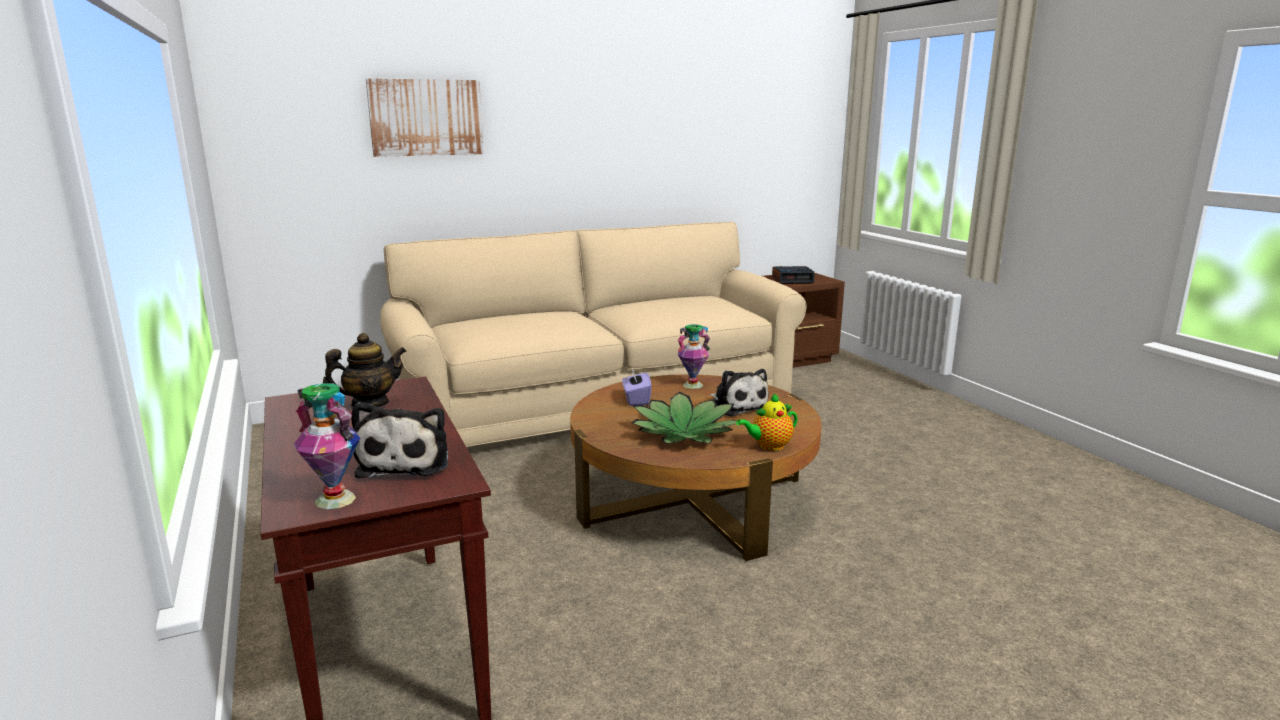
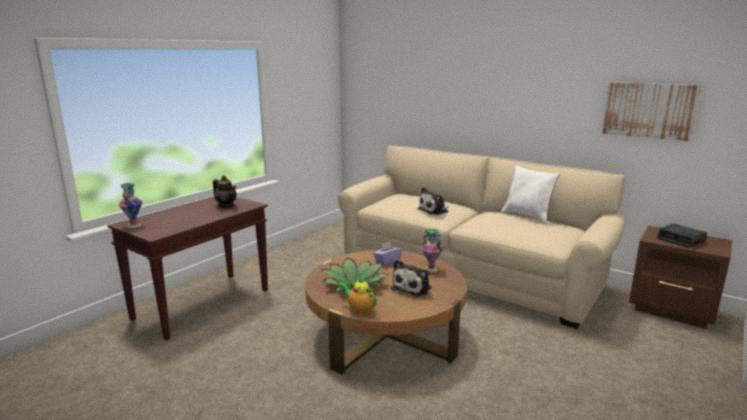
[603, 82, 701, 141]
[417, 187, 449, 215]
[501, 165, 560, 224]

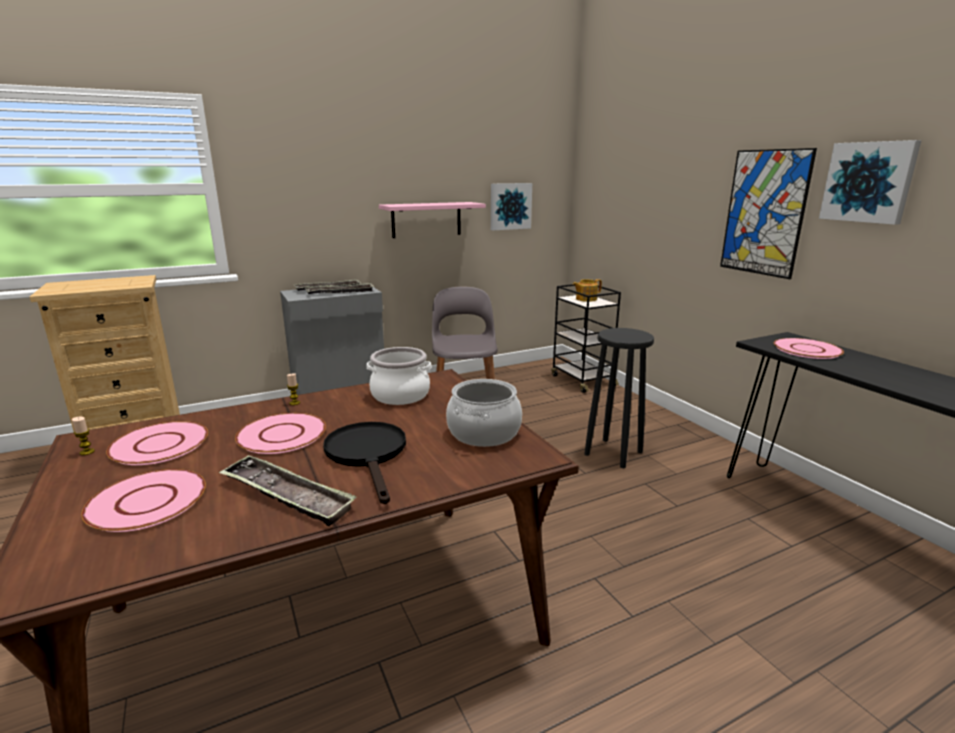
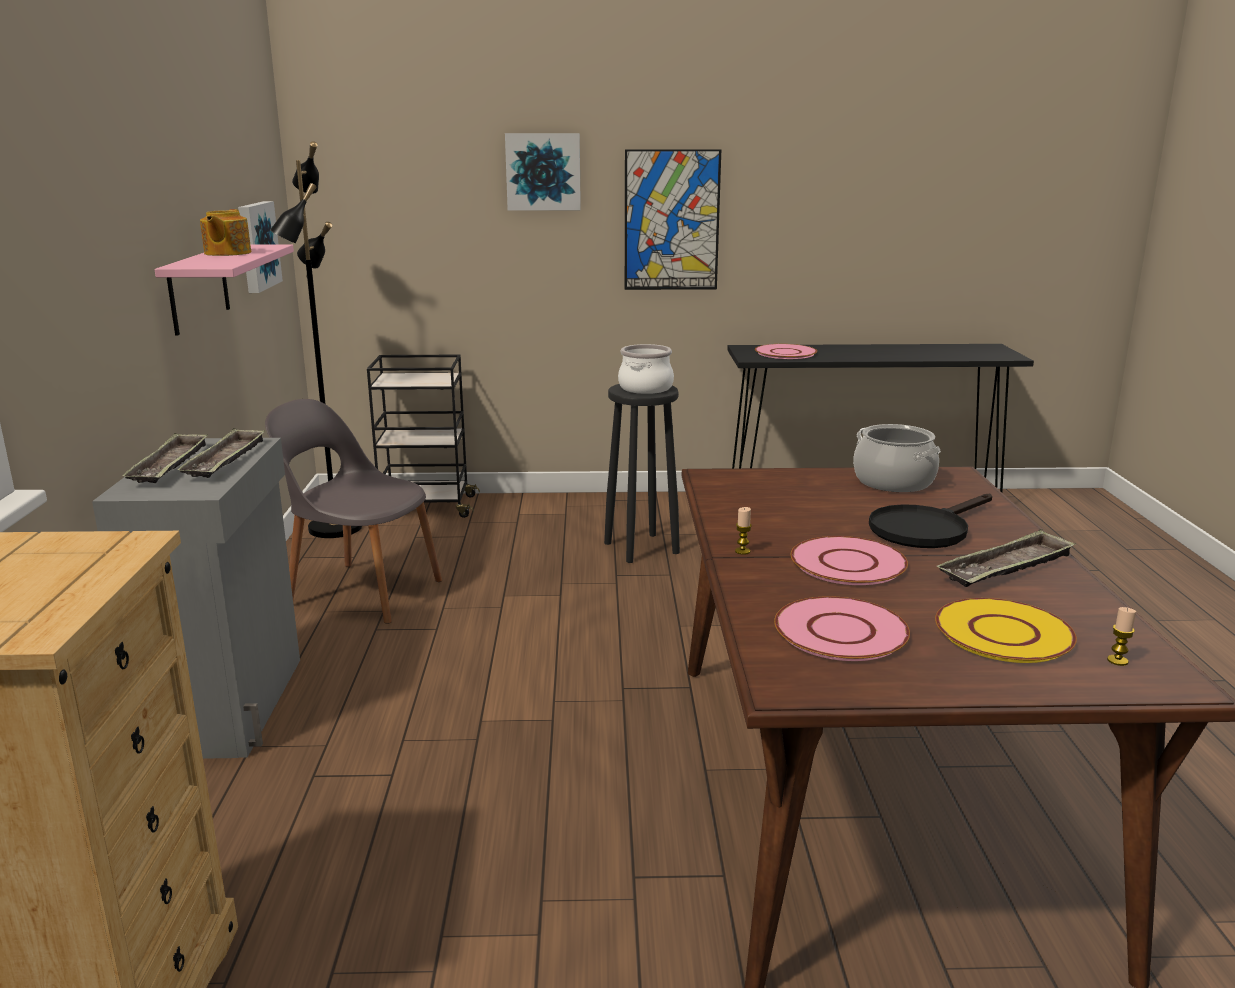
[505, 133, 581, 211]
[200, 209, 251, 256]
[618, 344, 674, 394]
[1107, 607, 1136, 666]
[869, 494, 992, 548]
[935, 598, 1077, 663]
[270, 141, 362, 538]

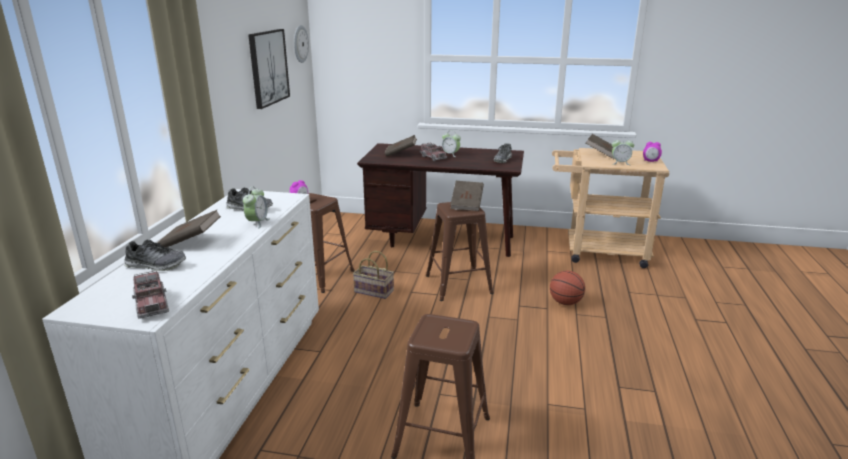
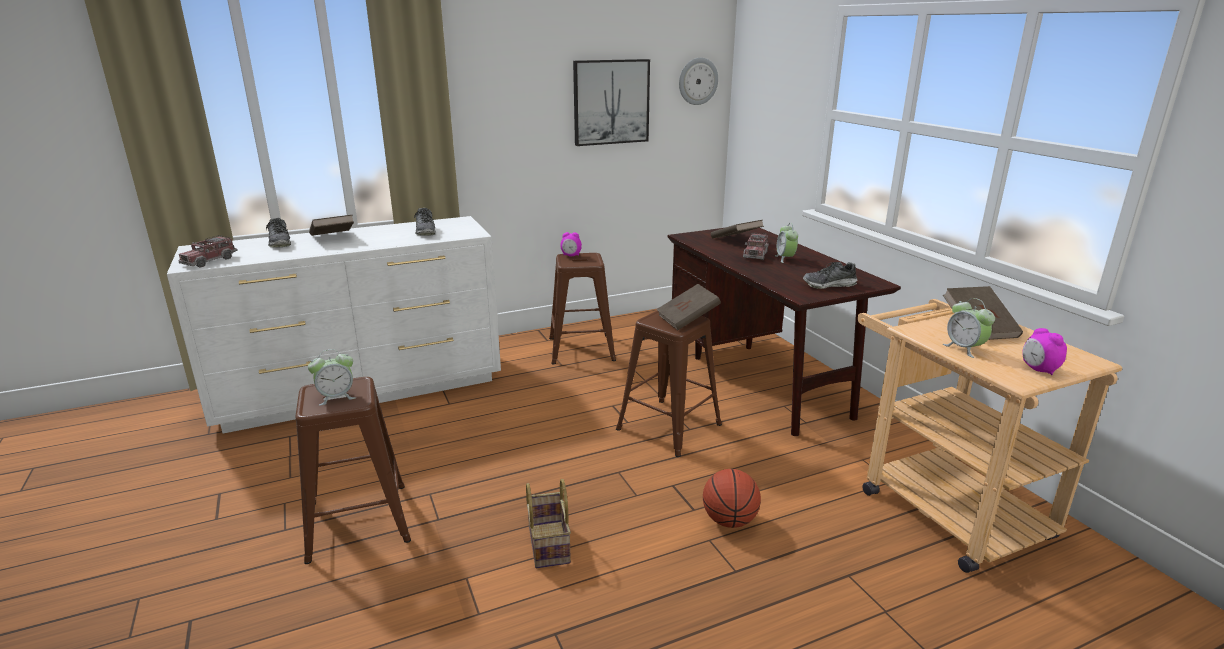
[308, 349, 356, 406]
[526, 479, 571, 568]

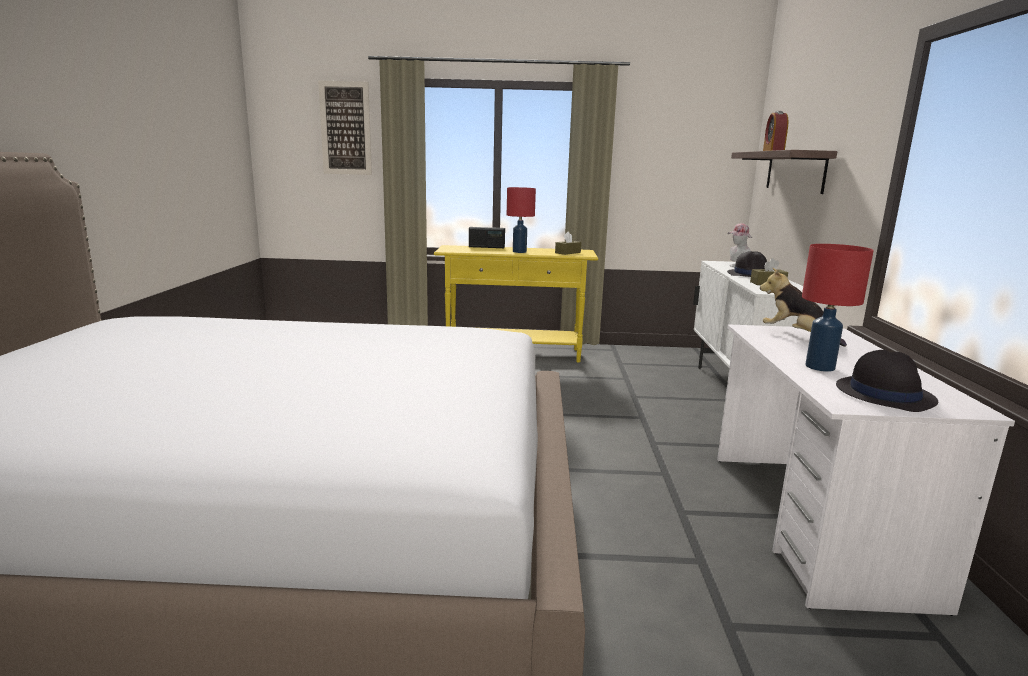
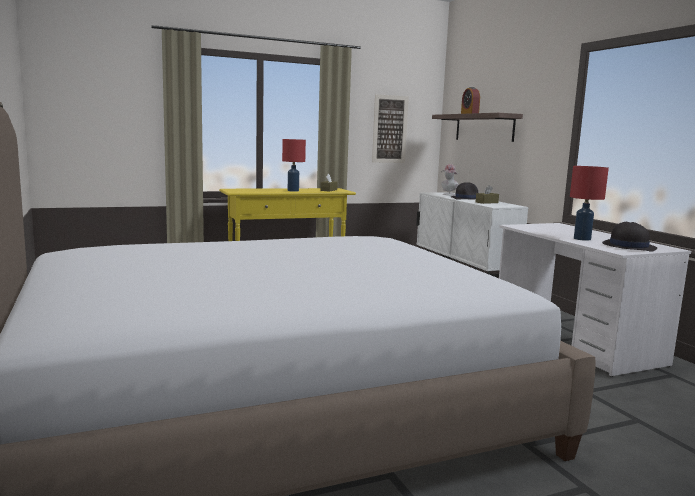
[372, 94, 409, 163]
[469, 227, 505, 248] (first image)
[760, 268, 847, 347] (first image)

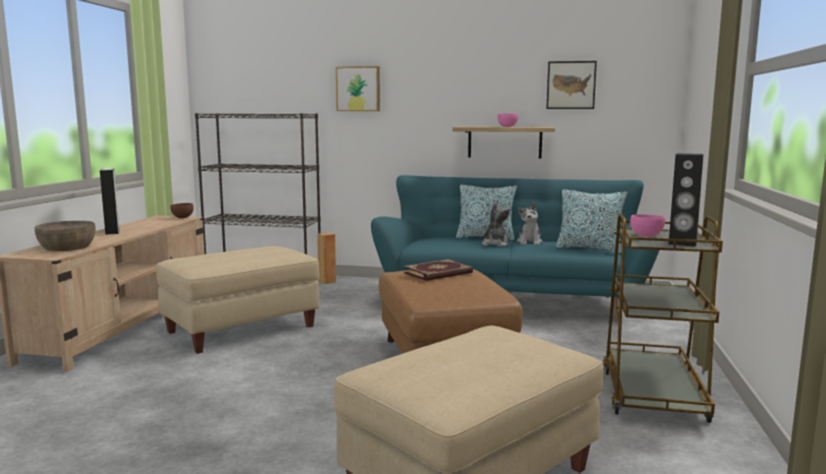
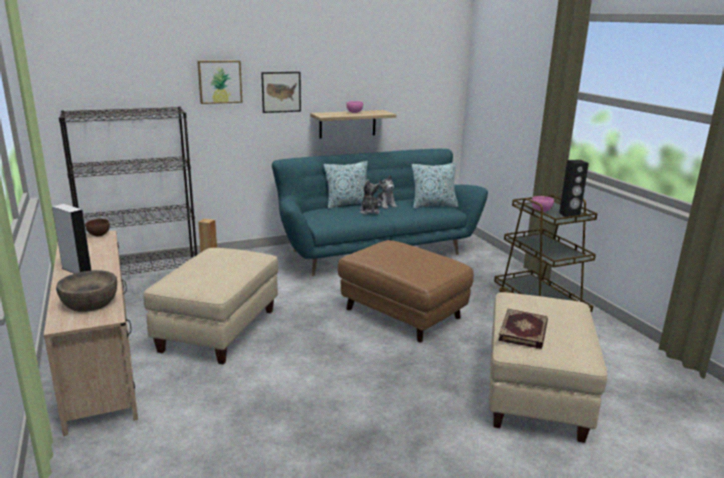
[261, 72, 301, 113]
[498, 309, 548, 349]

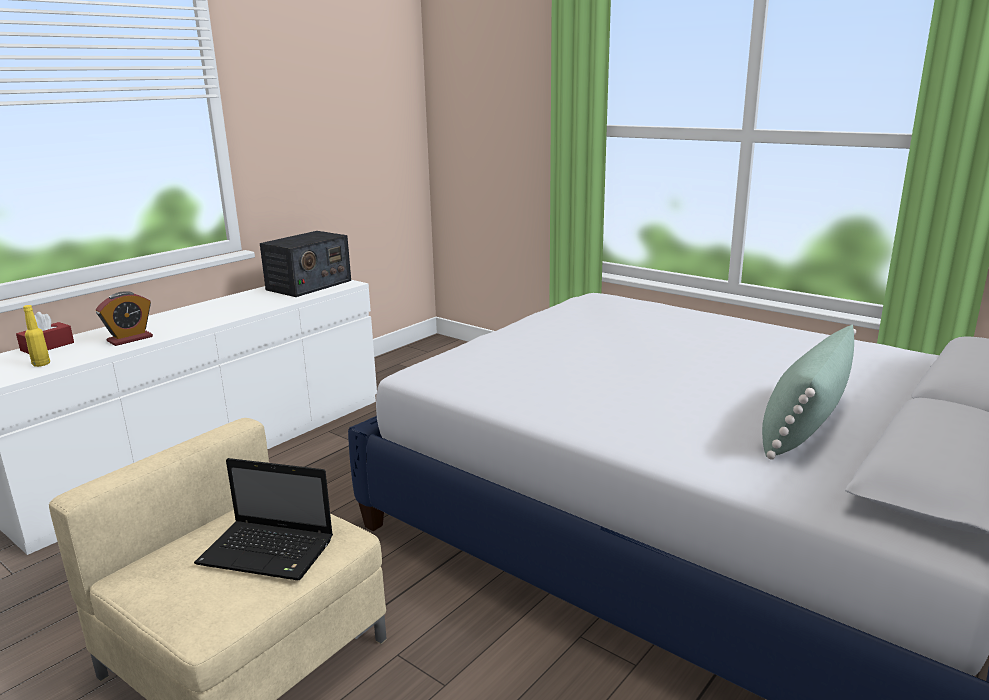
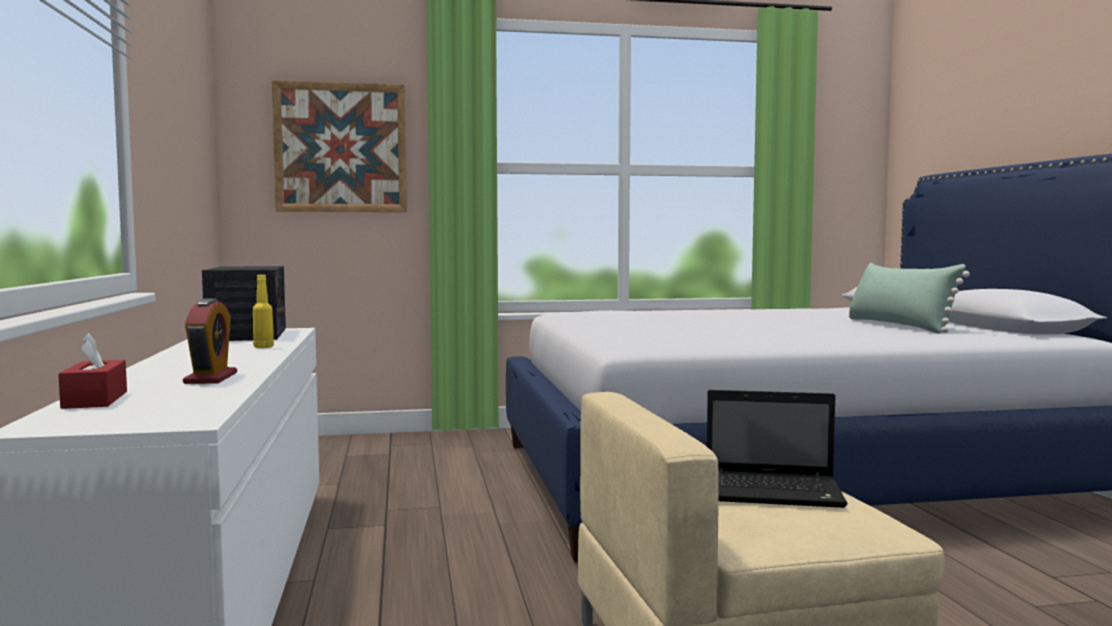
[253, 275, 274, 348]
[707, 390, 848, 508]
[272, 80, 407, 212]

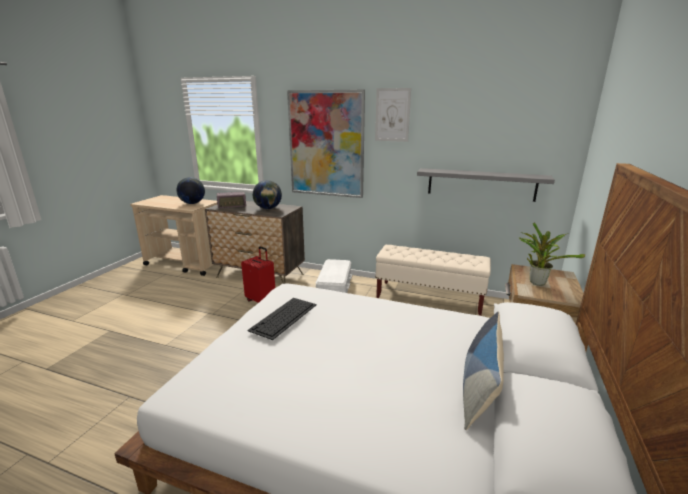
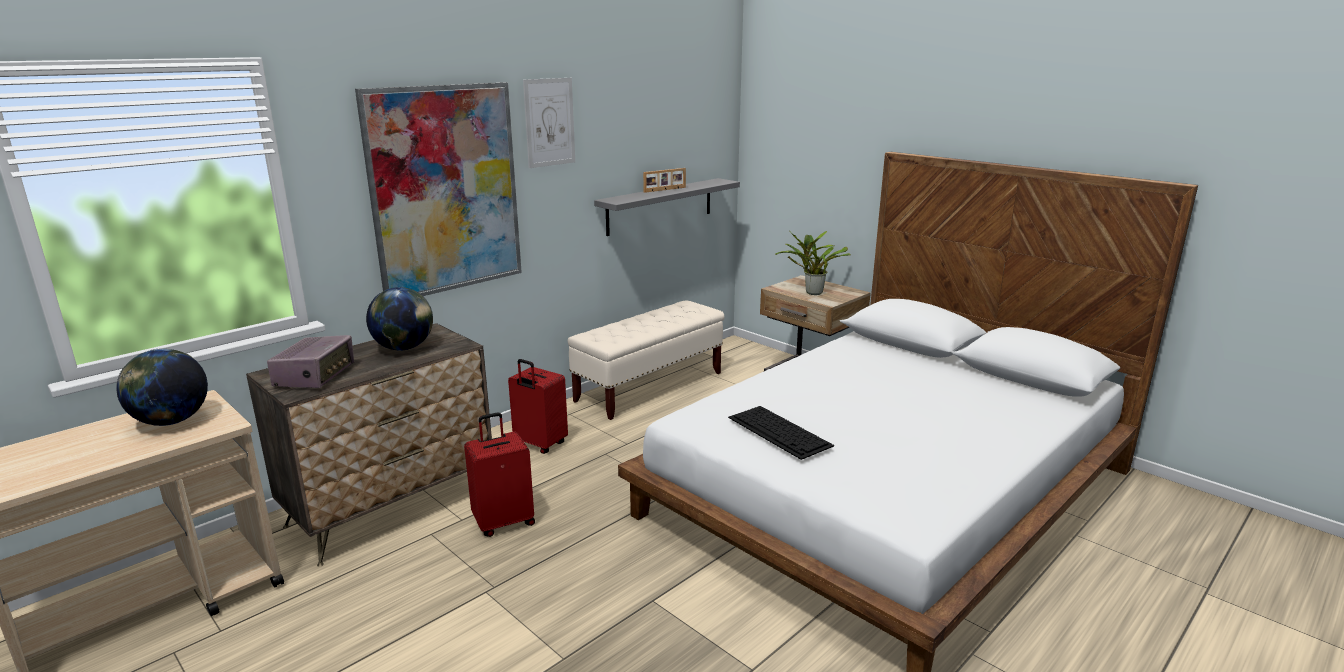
[508, 359, 568, 454]
[463, 311, 504, 430] (first image)
[643, 168, 686, 193]

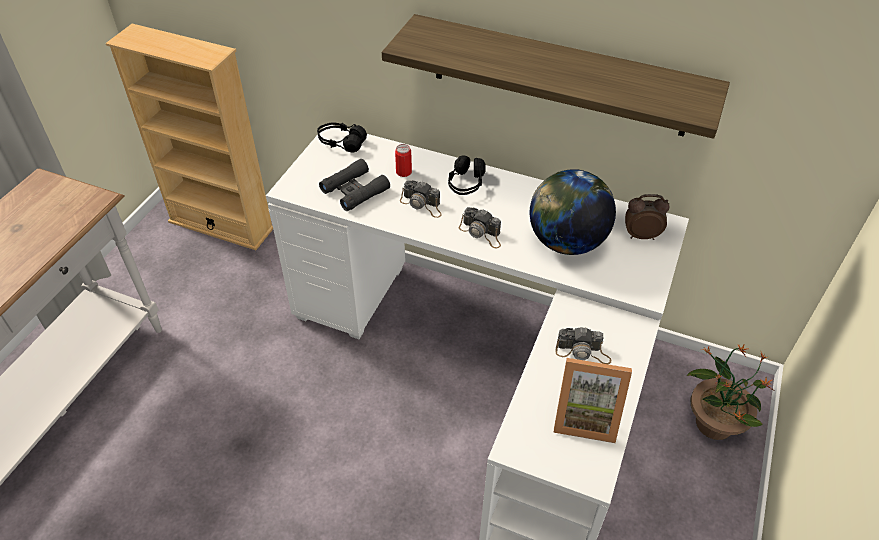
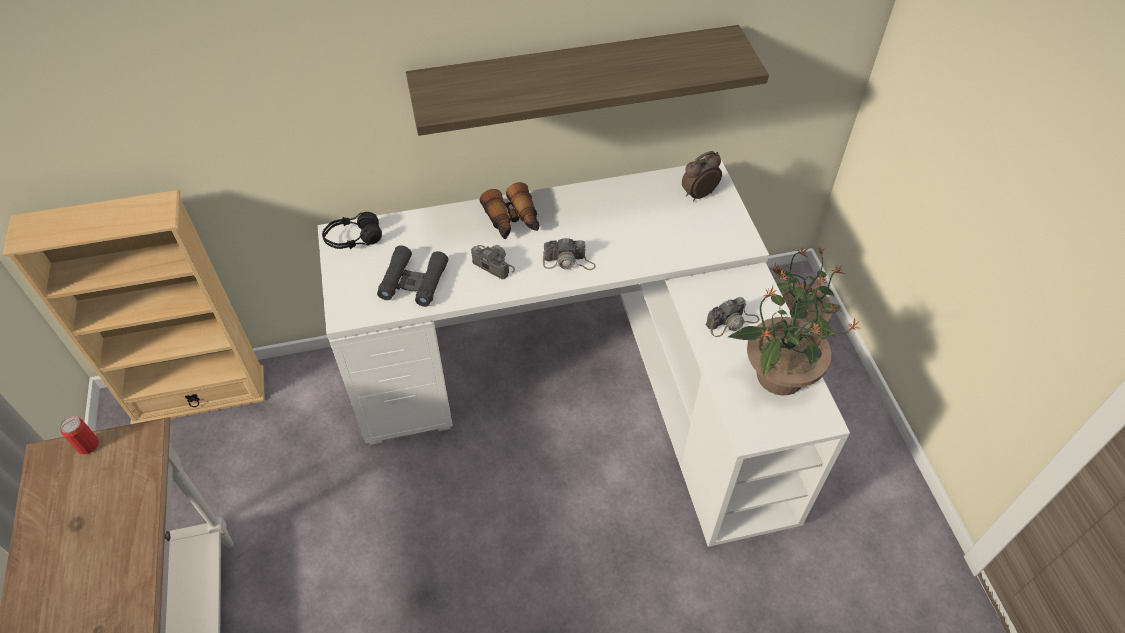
[60, 416, 99, 454]
[480, 182, 539, 239]
[530, 169, 616, 255] (first image)
[471, 245, 515, 279]
[728, 268, 861, 395]

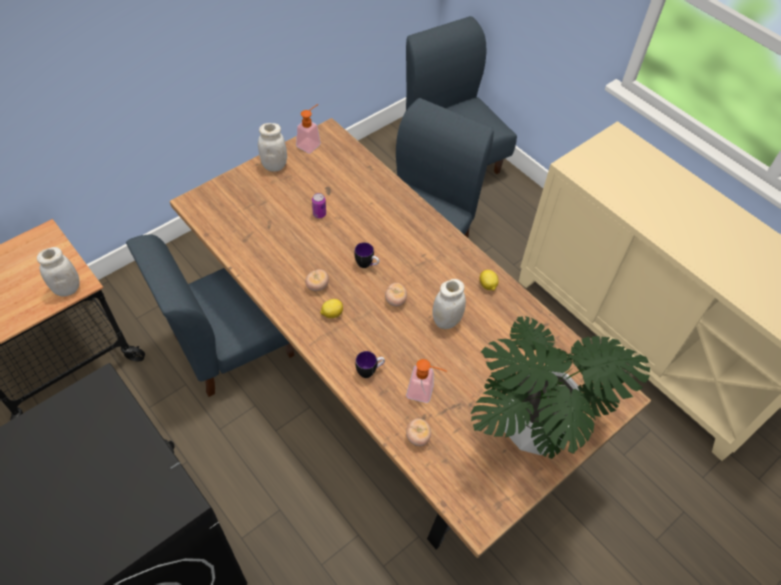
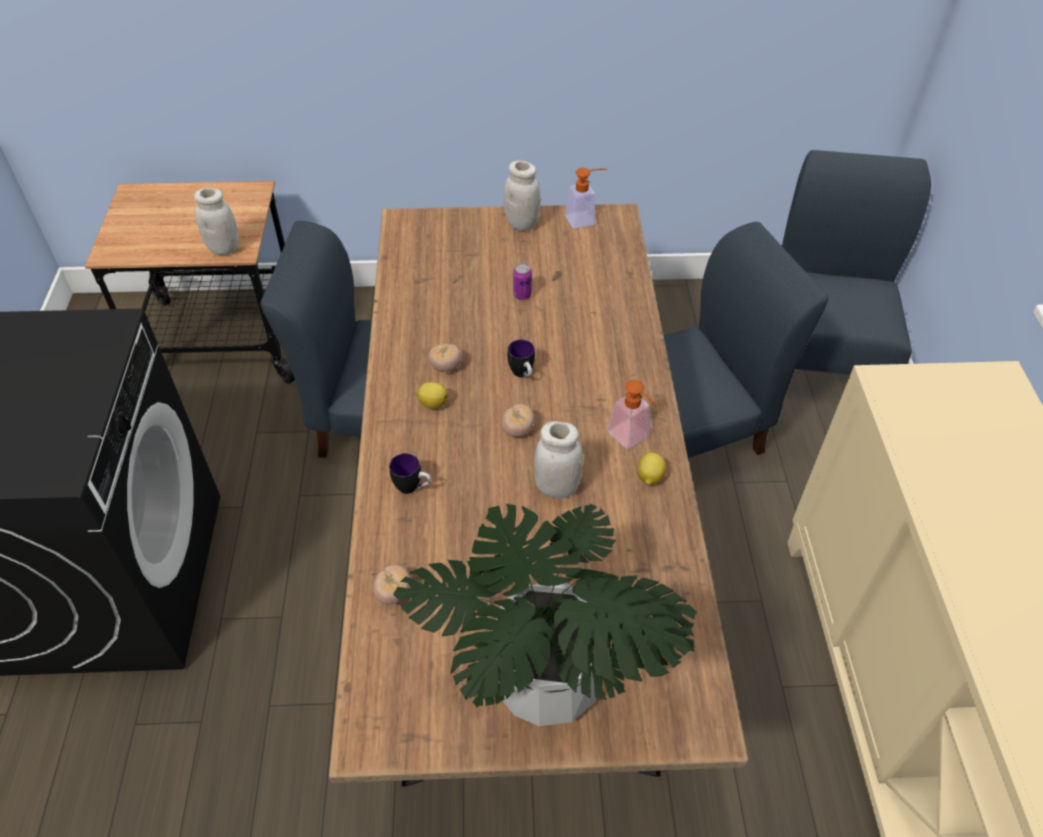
[608, 380, 657, 449]

